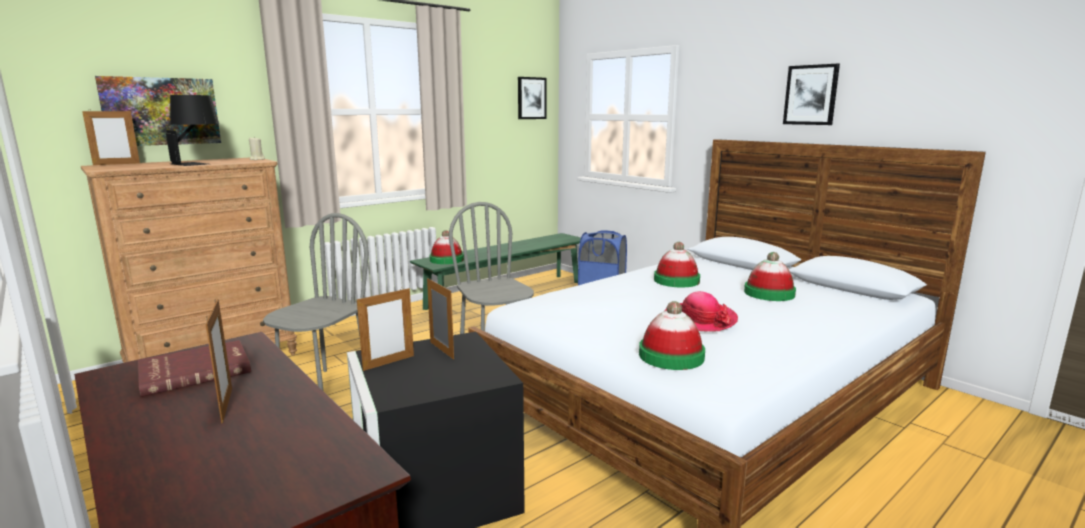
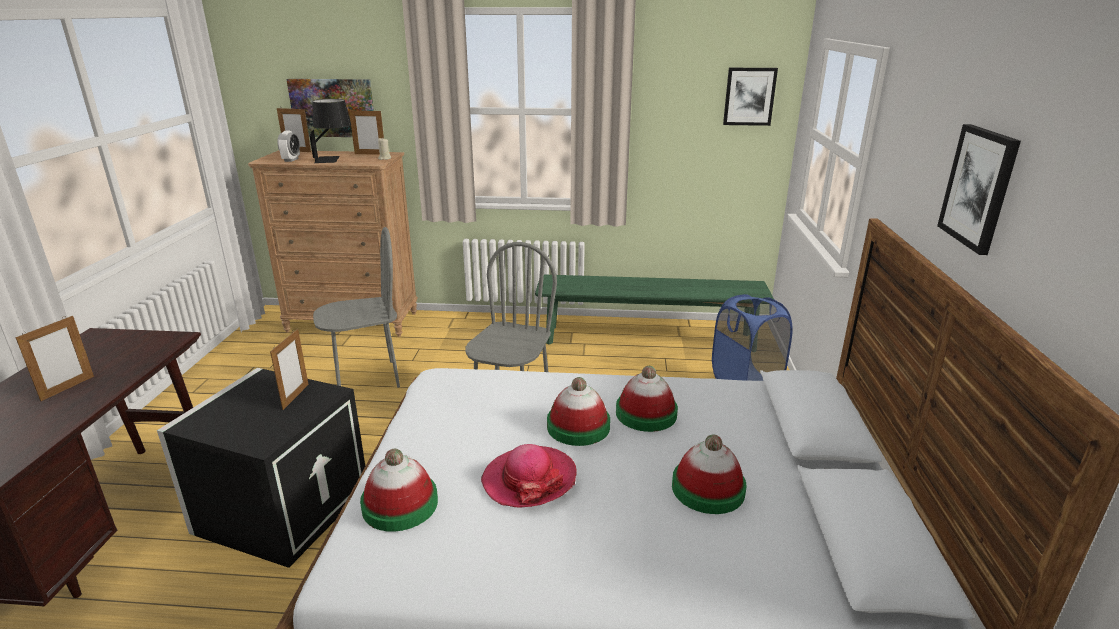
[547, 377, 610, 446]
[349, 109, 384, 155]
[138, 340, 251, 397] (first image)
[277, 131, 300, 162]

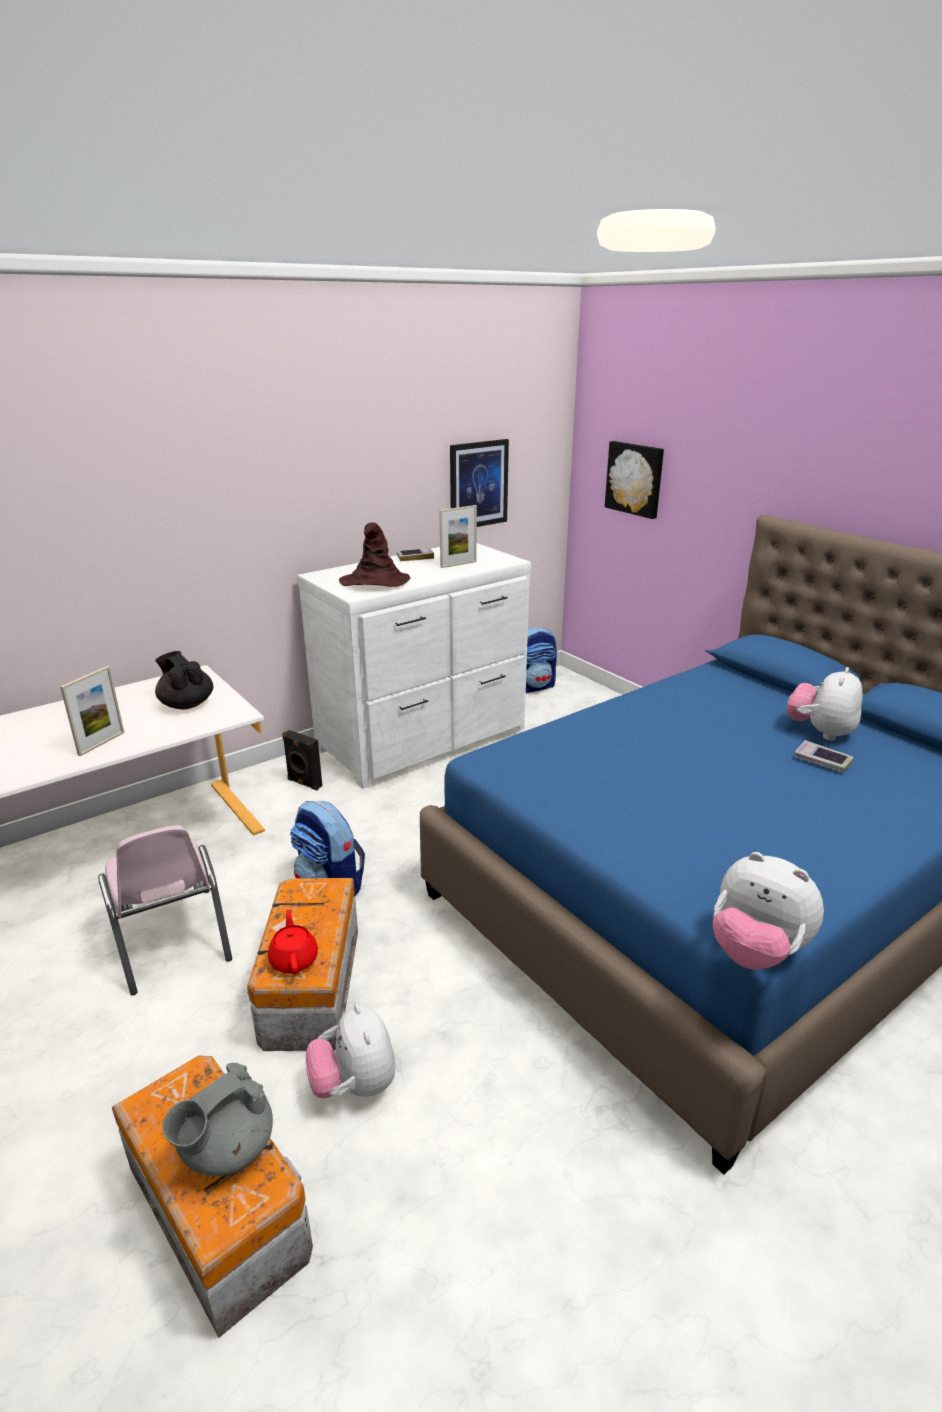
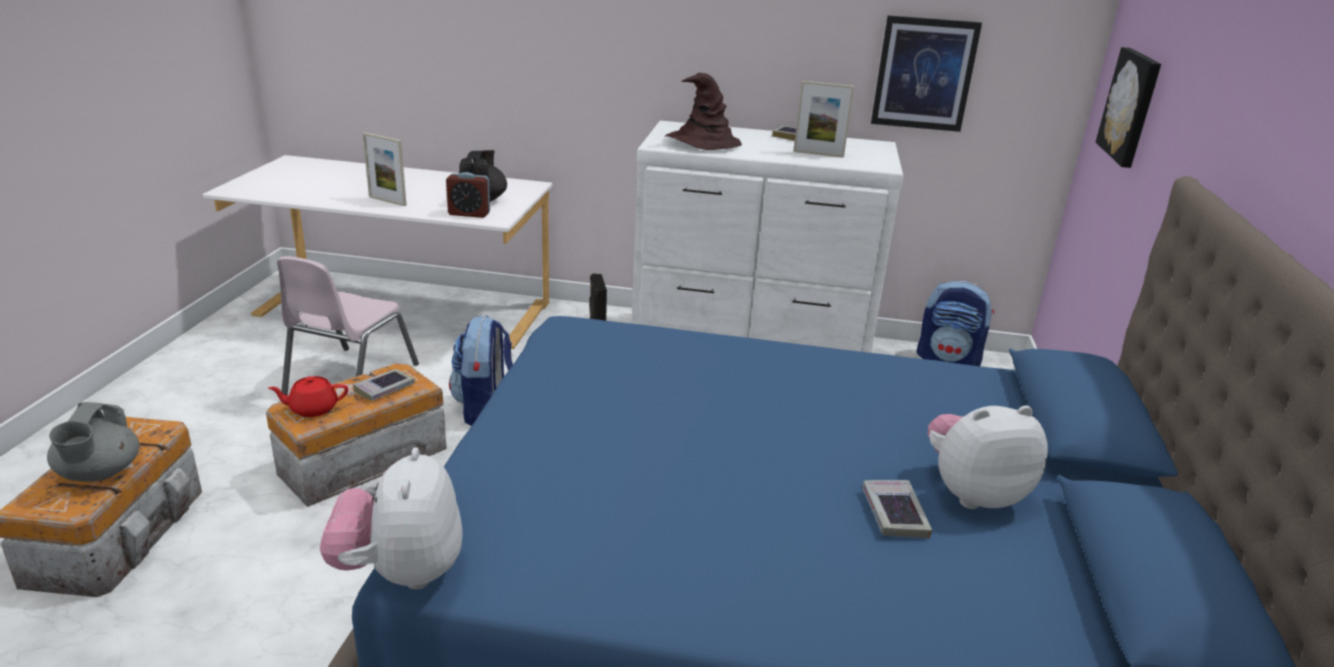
[363, 132, 407, 206]
[268, 376, 348, 417]
[306, 1004, 396, 1098] (first image)
[47, 402, 140, 482]
[446, 172, 490, 218]
[353, 369, 415, 401]

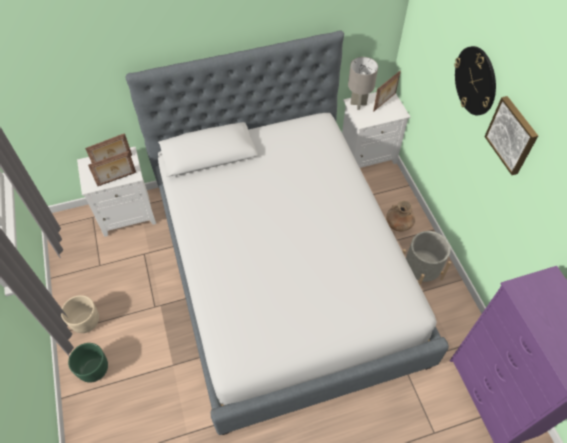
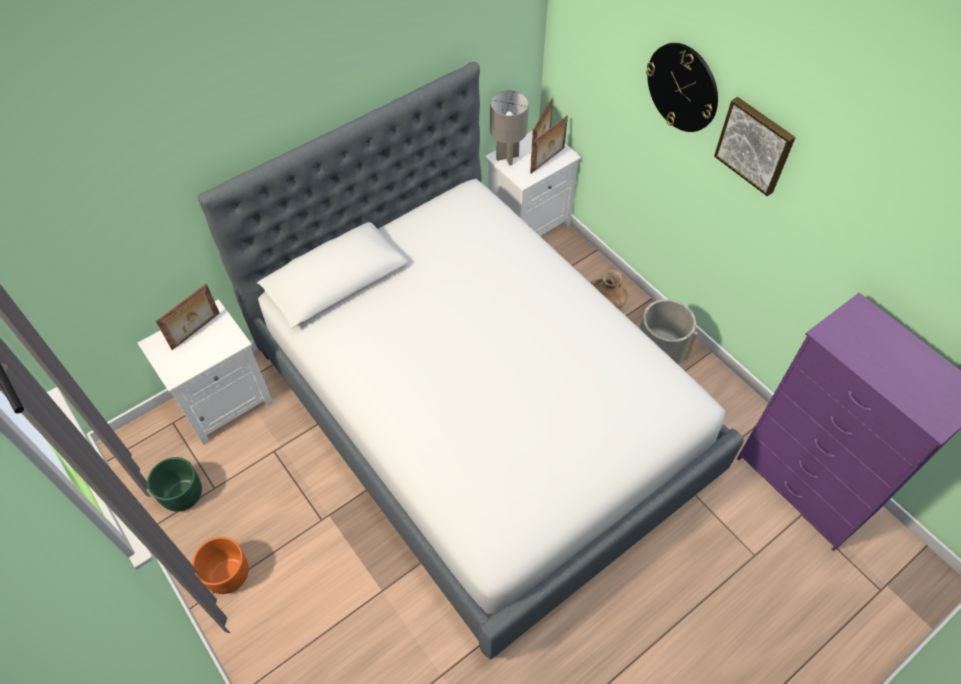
[530, 116, 568, 174]
[192, 537, 249, 594]
[147, 457, 202, 512]

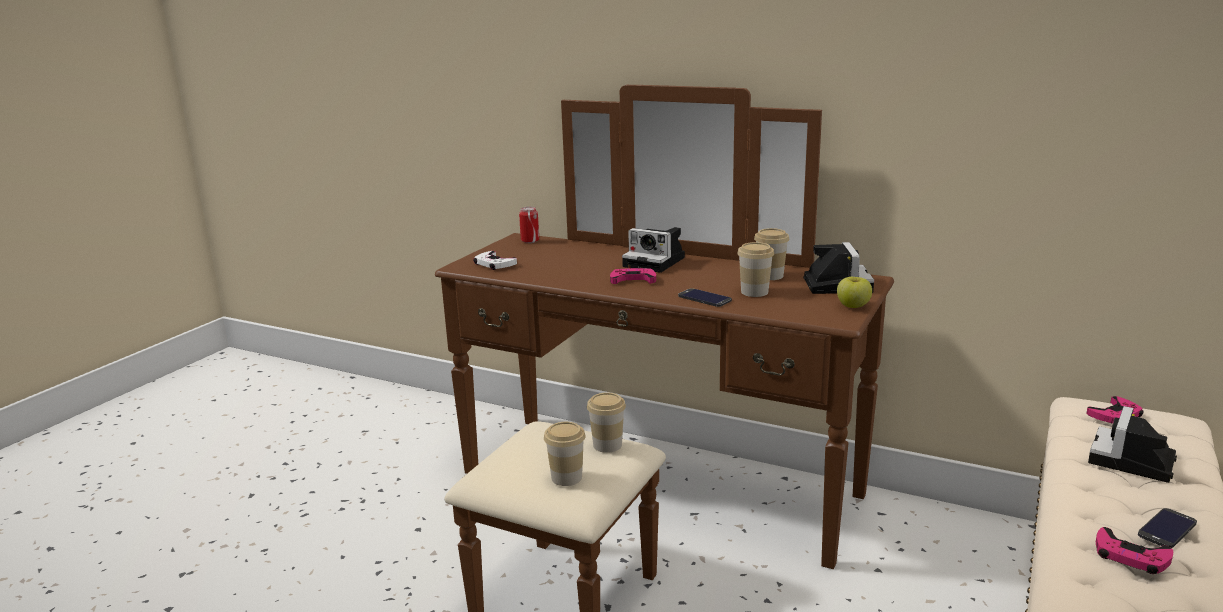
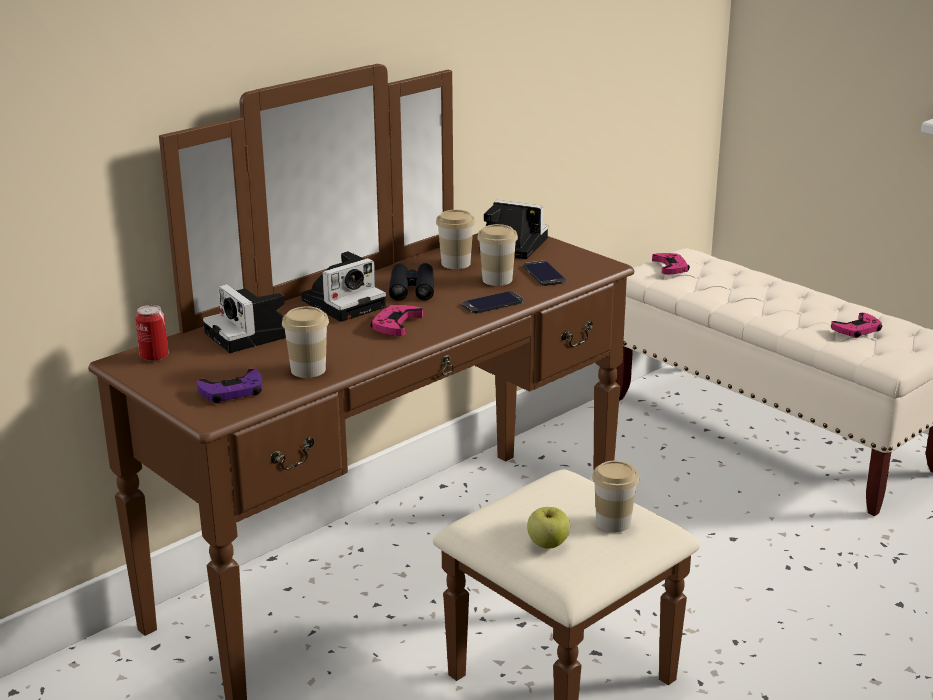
[197, 369, 263, 403]
[527, 507, 570, 549]
[282, 306, 329, 378]
[203, 284, 286, 353]
[523, 261, 566, 286]
[389, 263, 434, 301]

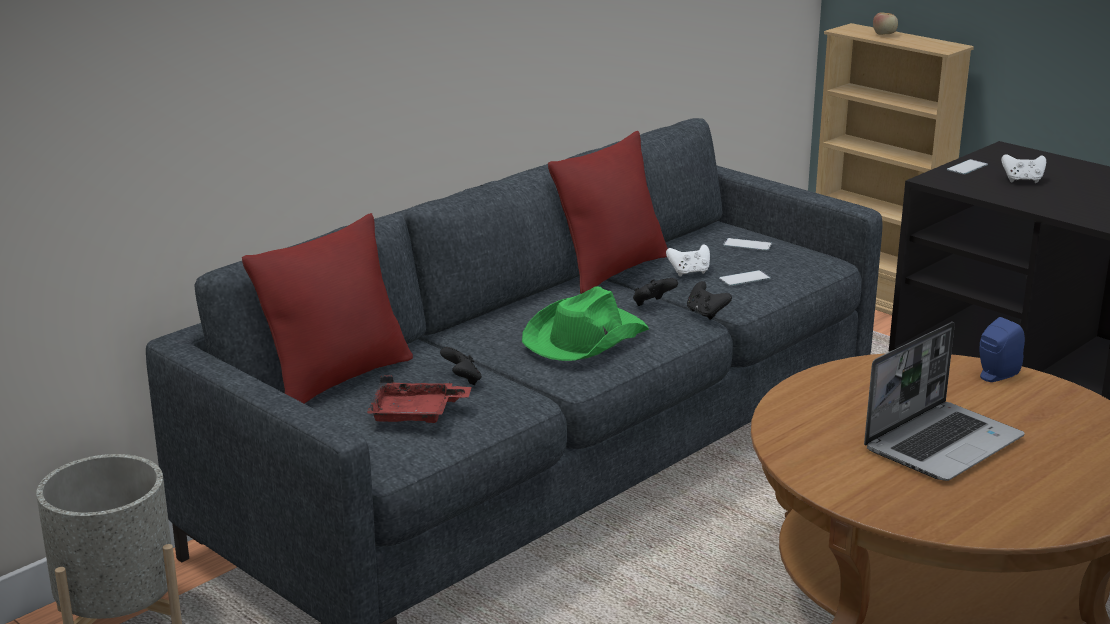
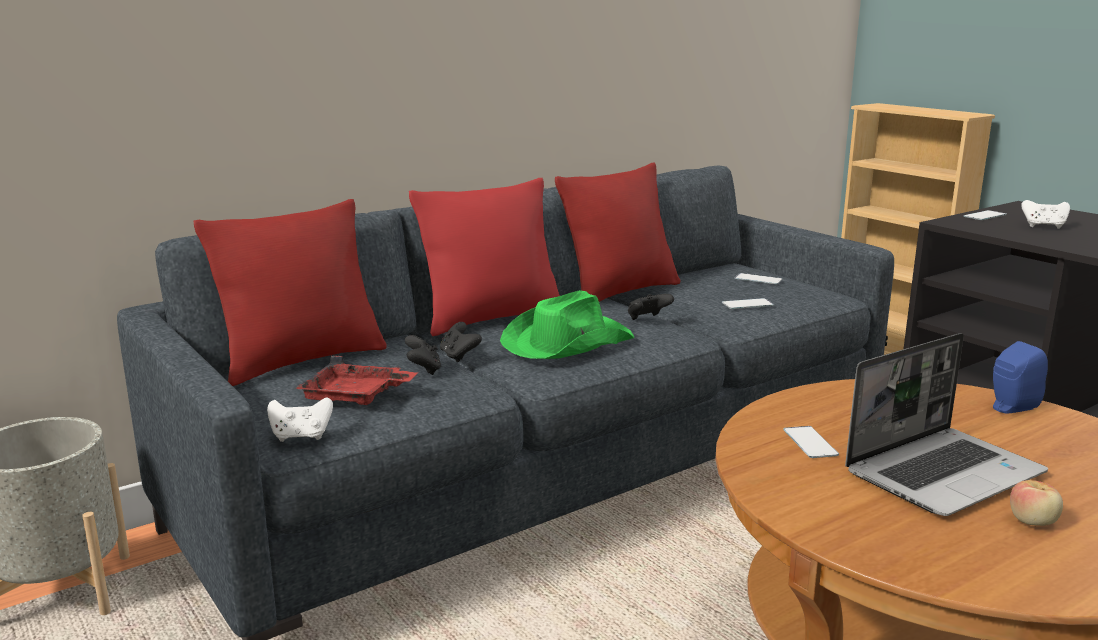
[1010, 480, 1063, 526]
[267, 397, 333, 442]
[440, 322, 482, 362]
[409, 178, 560, 336]
[783, 426, 839, 458]

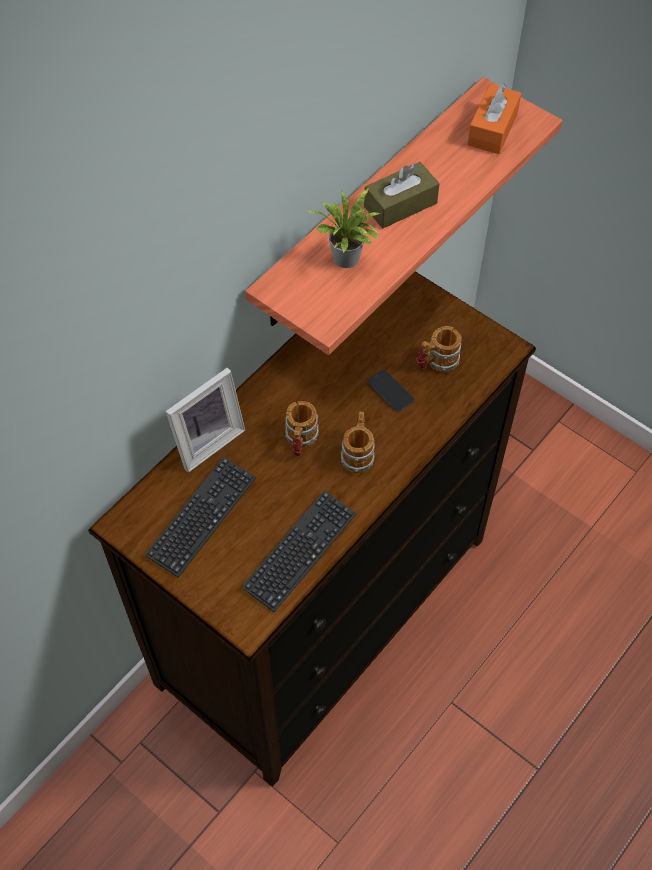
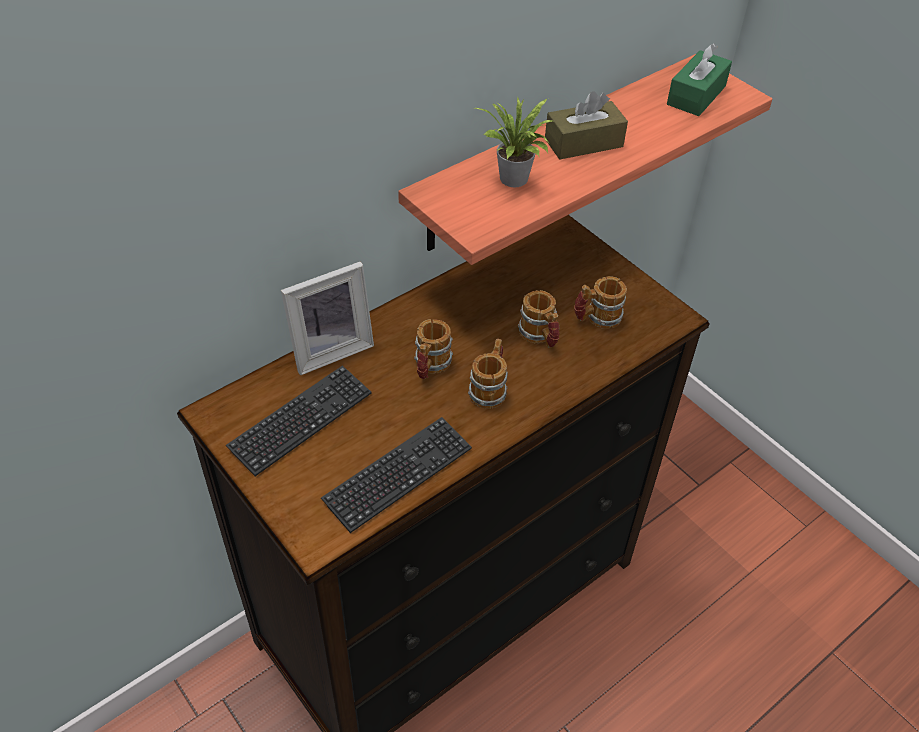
[667, 43, 732, 116]
[518, 290, 560, 348]

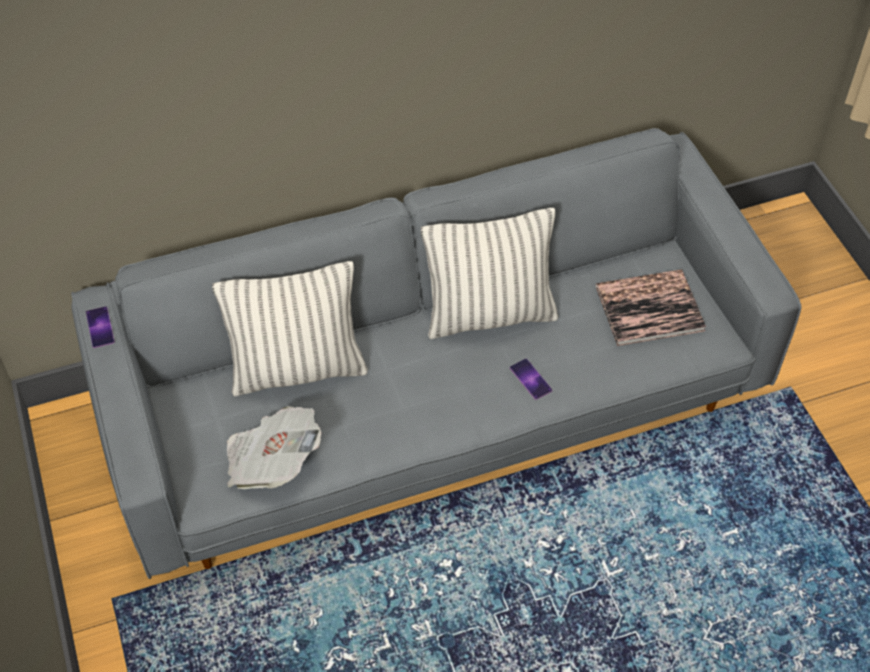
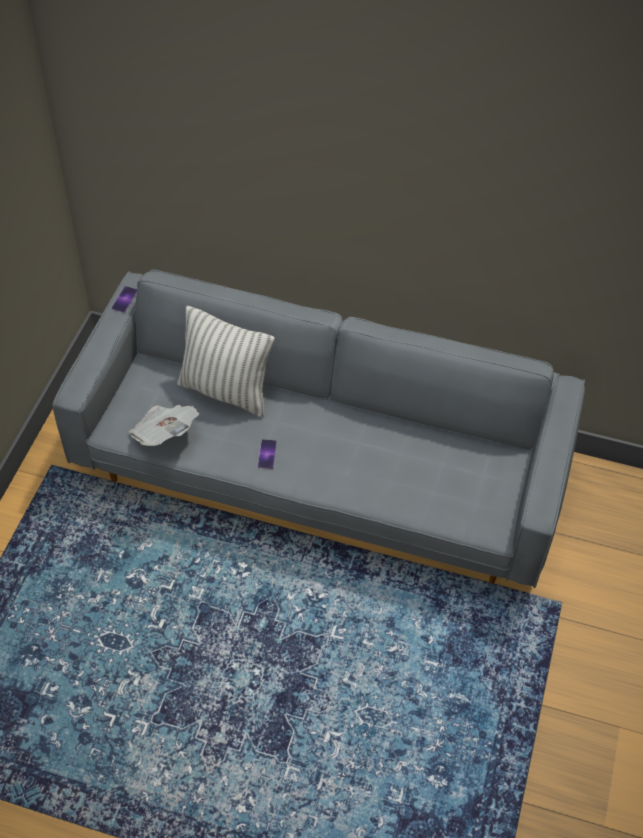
[421, 208, 559, 339] (first image)
[596, 270, 706, 346] (first image)
[258, 439, 277, 469]

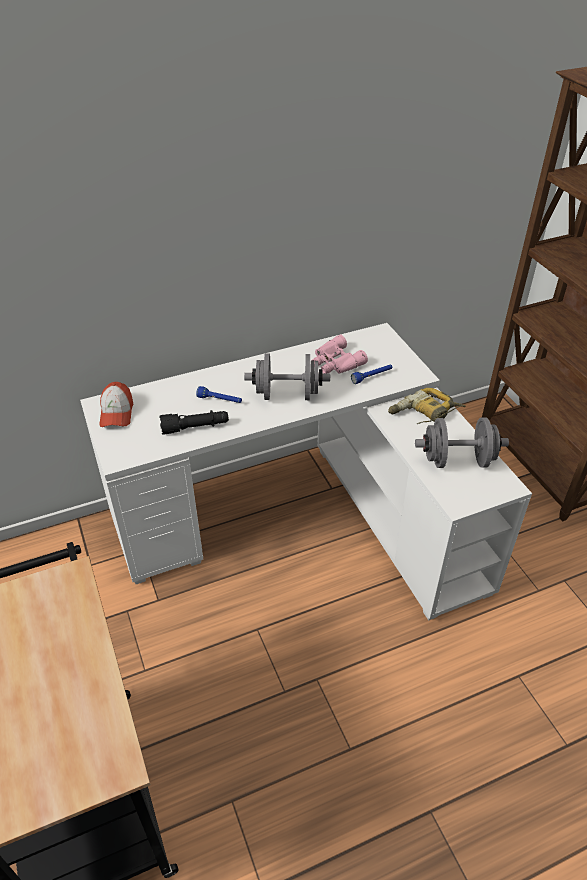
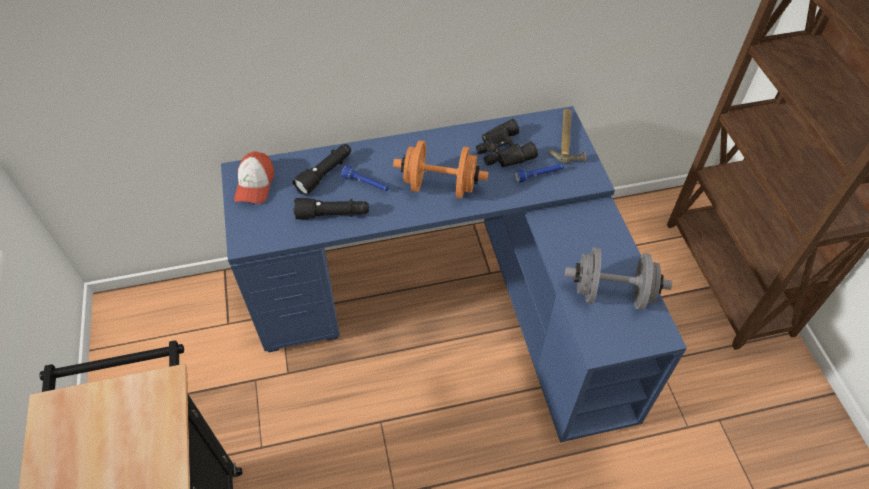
[221, 106, 687, 442]
[476, 119, 538, 167]
[393, 140, 488, 199]
[388, 388, 466, 424] (first image)
[549, 109, 586, 163]
[292, 144, 351, 196]

